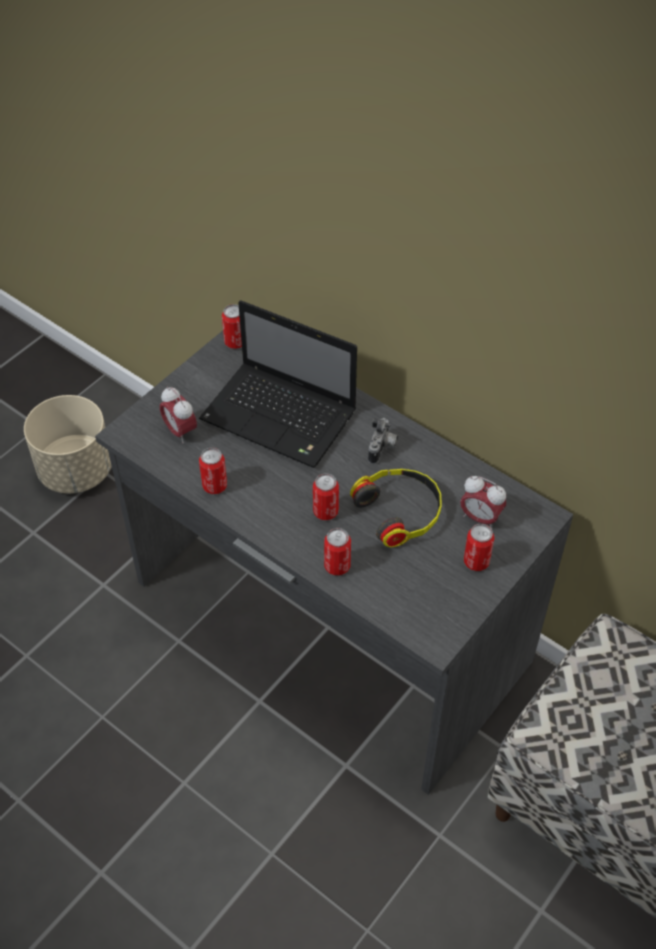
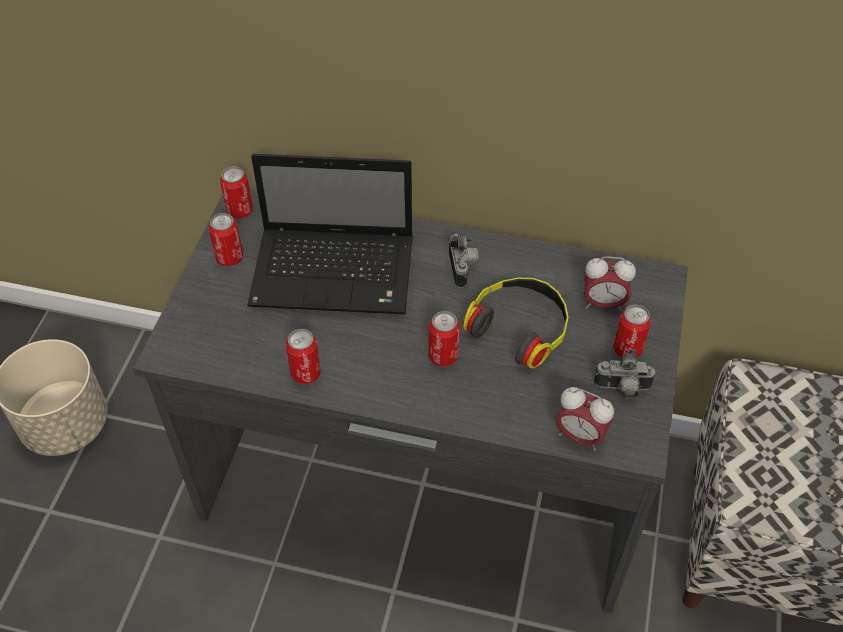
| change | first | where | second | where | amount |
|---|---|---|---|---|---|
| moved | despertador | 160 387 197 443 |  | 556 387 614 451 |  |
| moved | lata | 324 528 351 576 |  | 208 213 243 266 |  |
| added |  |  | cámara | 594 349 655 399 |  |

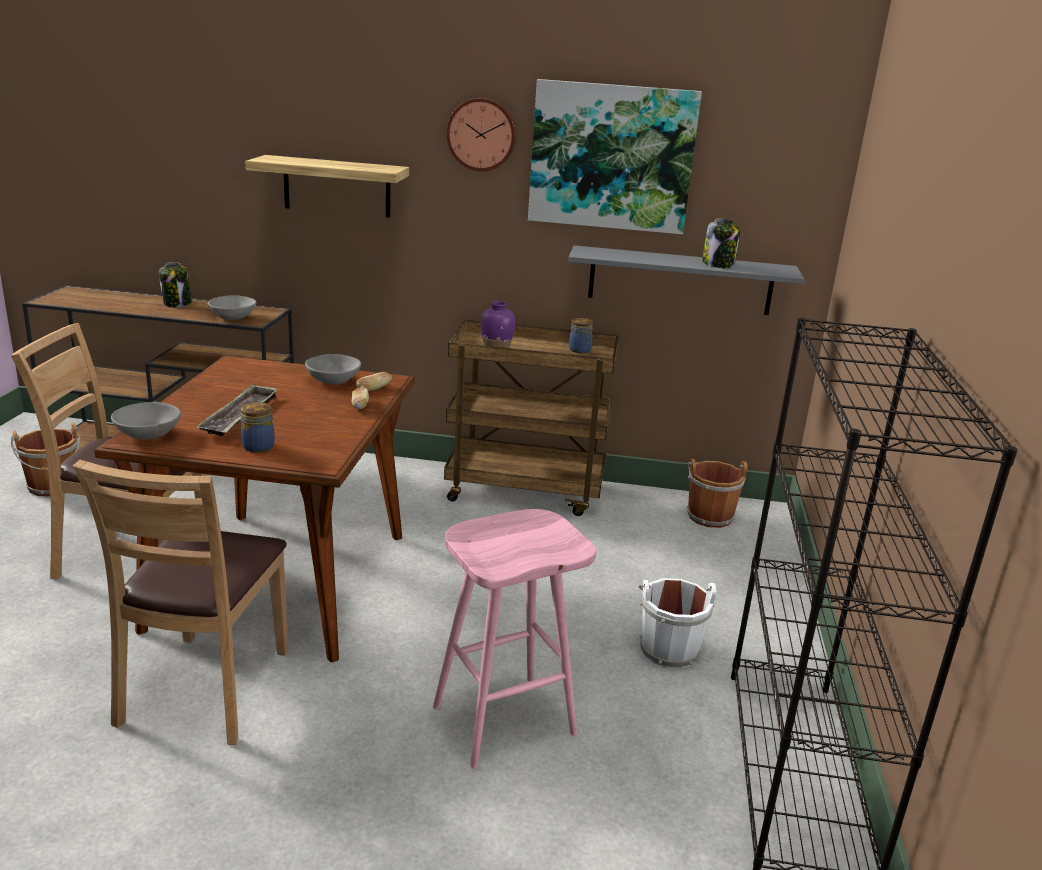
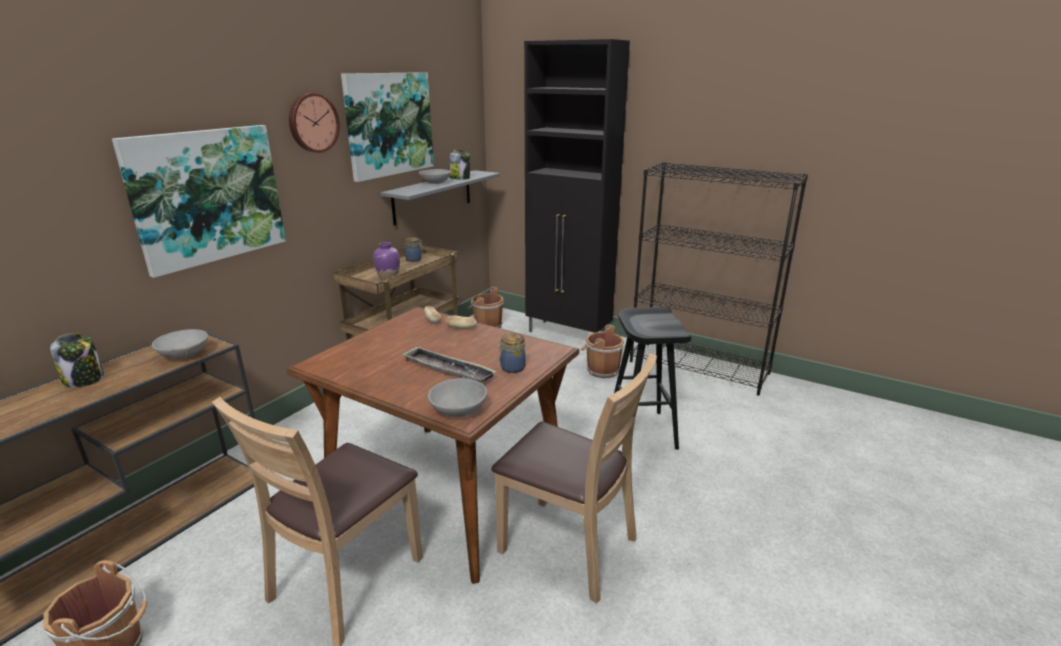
| change | first | where | second | where | amount |
|---|---|---|---|---|---|
| replaced | estante | 245 155 409 218 | cuadro | 112 125 286 278 |  |
| moved | cuenco (gris) | 305 354 361 385 |  | 419 169 451 184 |  |
| recoloured | taburete (rosa) | 433 509 597 769 | taburete (negro) | 614 307 692 450 |  |
| recoloured | cubo (blanco) | 638 578 716 669 | cubo (marrón) | 581 325 624 378 |  |
| added |  |  | armario (negro) | 524 39 630 333 |  |

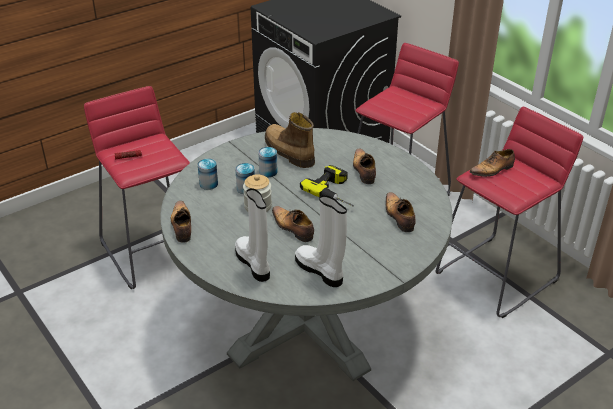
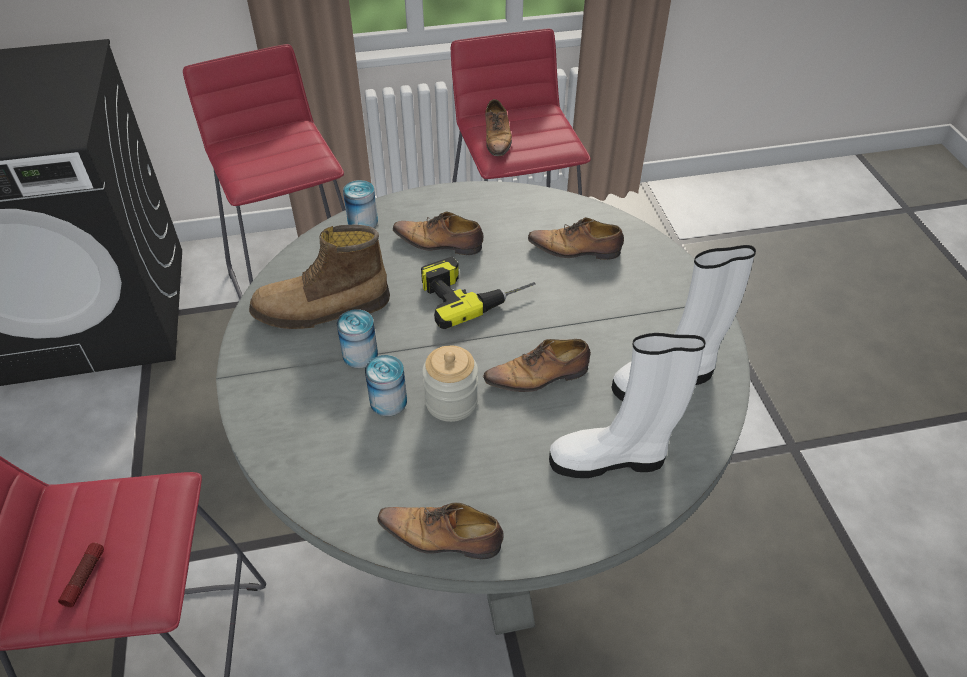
| change | first | where | second | where | amount |
|---|---|---|---|---|---|
| moved | lata | 198 159 218 190 |  | 343 180 378 228 |  |

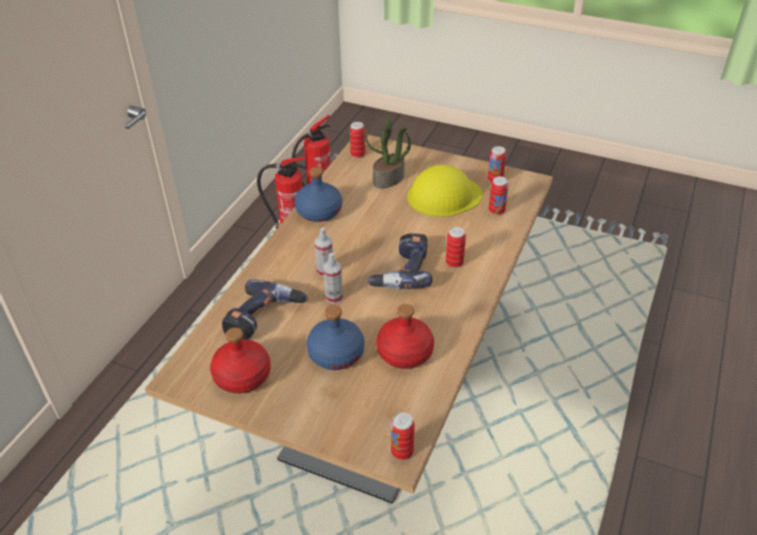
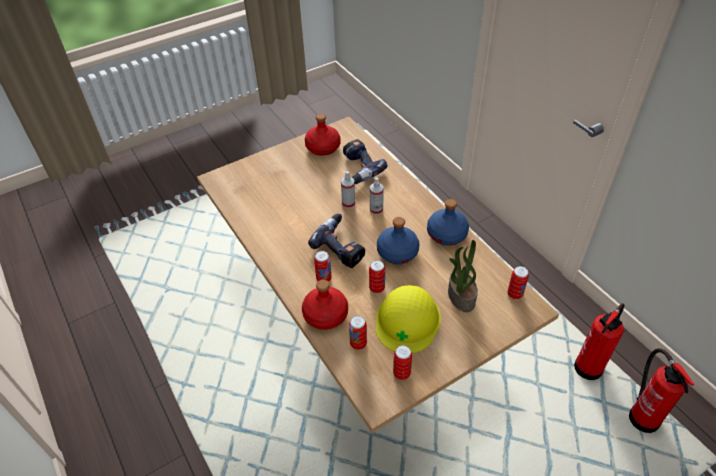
| change | first | where | second | where | amount |
|---|---|---|---|---|---|
| moved | botella (rojo) | 376 304 434 369 |  | 302 280 348 330 |  |
| moved | botella (azul) | 306 306 364 370 |  | 377 217 420 264 |  |
| moved | lata | 391 412 415 460 |  | 369 260 385 293 |  |

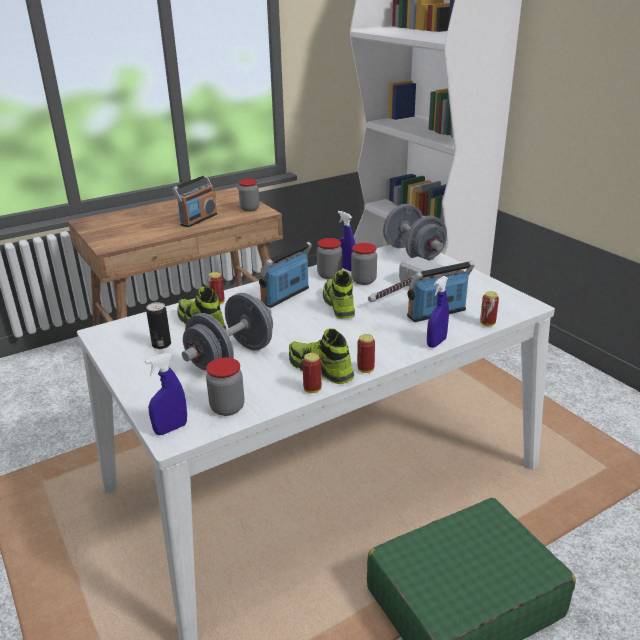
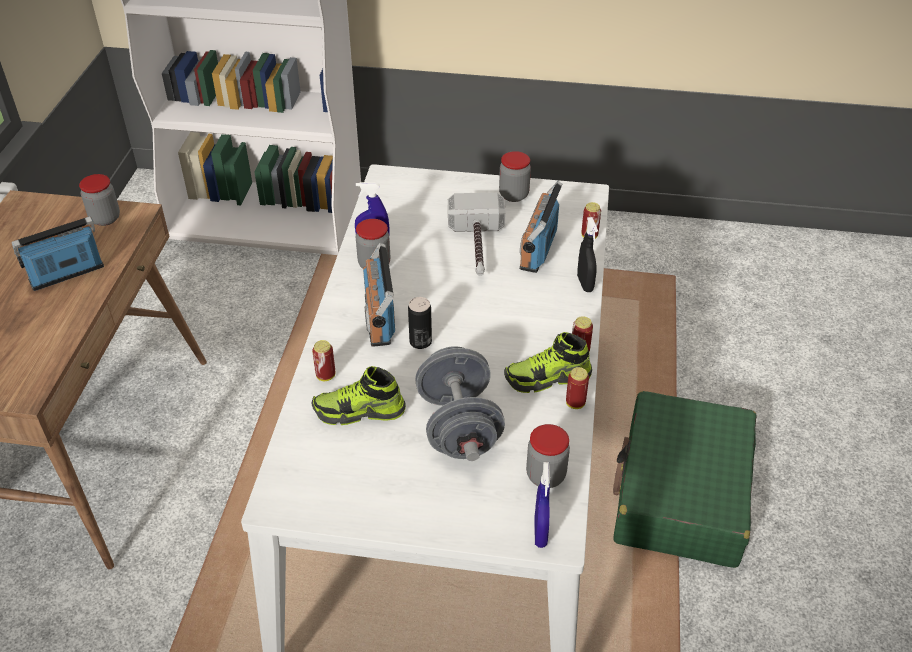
| change | first | where | second | where | amount |
|---|---|---|---|---|---|
| turned | radio | 172 175 217 227 |  | 12 216 104 291 | 105 degrees counterclockwise |
| removed | mancuerna (gris) | 383 204 447 261 |  |  |  |
| moved | tarro | 351 243 377 285 |  | 499 151 531 202 |  |
| removed | zapato | 323 270 355 319 |  |  |  |
| recoloured | pulverizador (azul) | 427 276 449 348 | pulverizador (negro) | 577 217 598 292 |  |
| moved | lata | 146 302 171 349 |  | 408 297 432 349 |  |

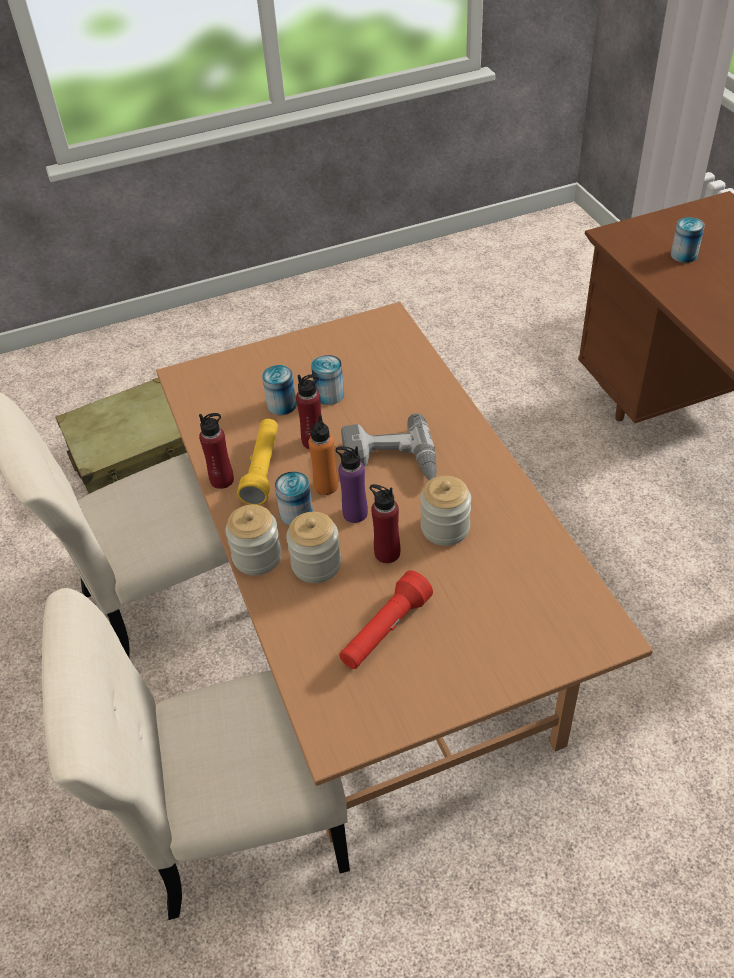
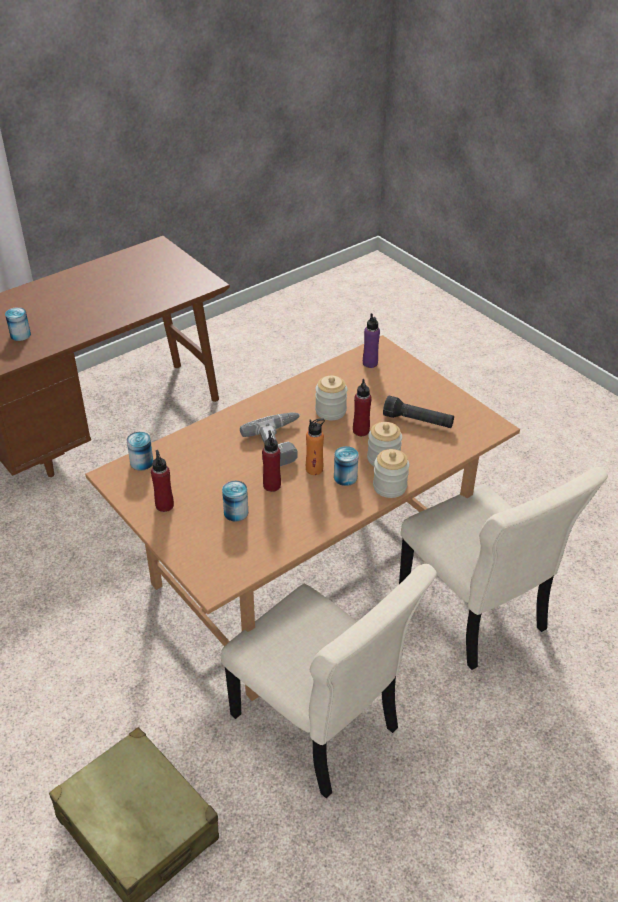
| change | first | where | second | where | amount |
|---|---|---|---|---|---|
| moved | lata | 311 355 344 405 |  | 127 432 153 471 |  |
| moved | botella (rojo) | 199 413 234 489 |  | 151 450 174 512 |  |
| removed | linterna (amarillo) | 237 419 278 505 |  |  |  |
| moved | botella (morado) | 336 446 368 523 |  | 363 313 380 368 |  |
| recoloured | linterna (rojo) | 340 571 433 669 | linterna (negro) | 383 396 454 428 |  |

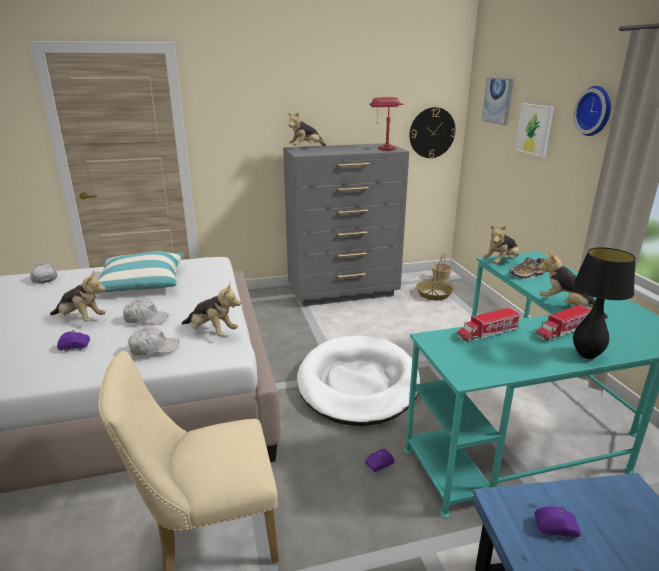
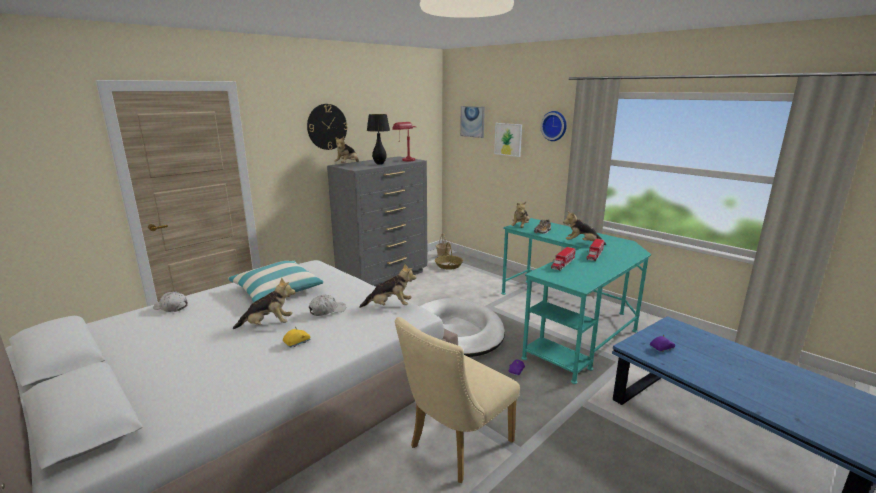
| change | first | where | second | where | amount |
|---|---|---|---|---|---|
| moved | reloj de pared | 409 107 456 158 |  | 307 104 348 150 |  |
| moved | lámpara de mesa (negro) | 573 247 636 359 |  | 367 114 390 165 |  |
| removed | gorra (blanco) | 128 327 179 355 |  |  |  |
| recoloured | coche de juguete (morado) | 57 329 90 352 | coche de juguete (amarillo) | 283 327 310 347 |  |

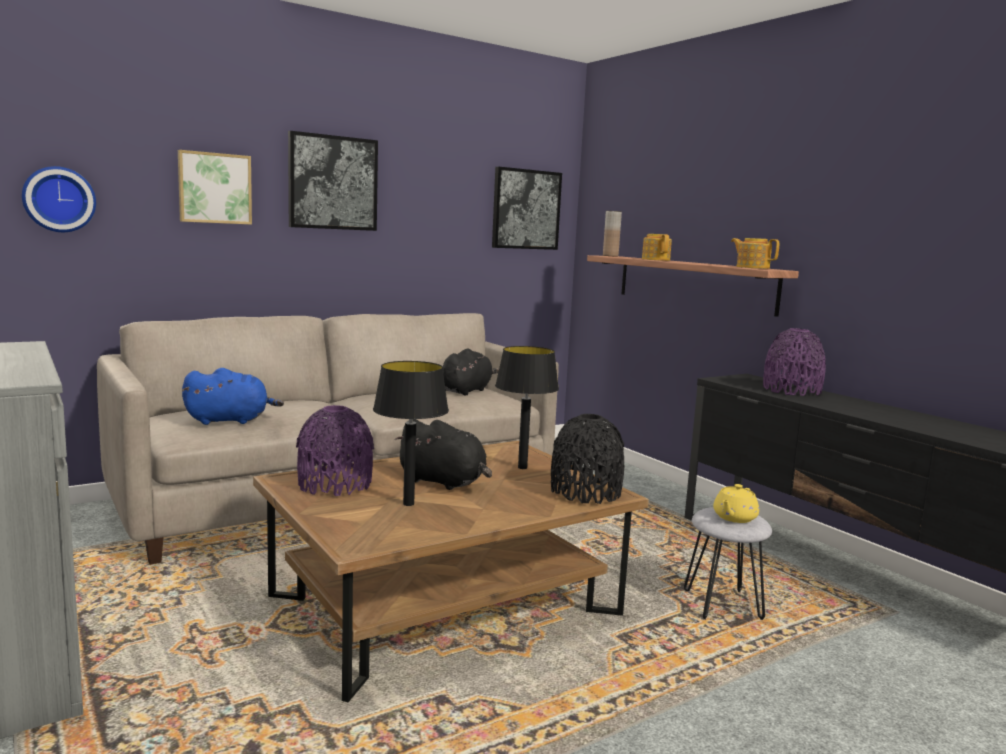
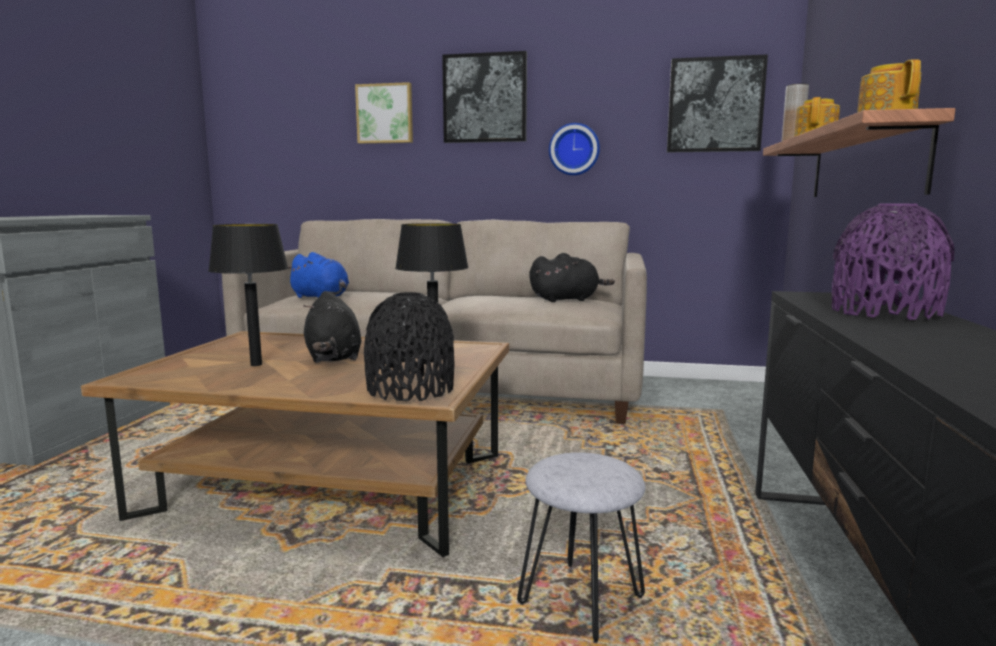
| change | first | where | second | where | amount |
|---|---|---|---|---|---|
| moved | reloj de pared | 22 166 96 232 |  | 549 123 600 175 |  |
| removed | florero (morado) | 296 405 374 496 |  |  |  |
| removed | tetera (amarillo) | 713 484 759 523 |  |  |  |

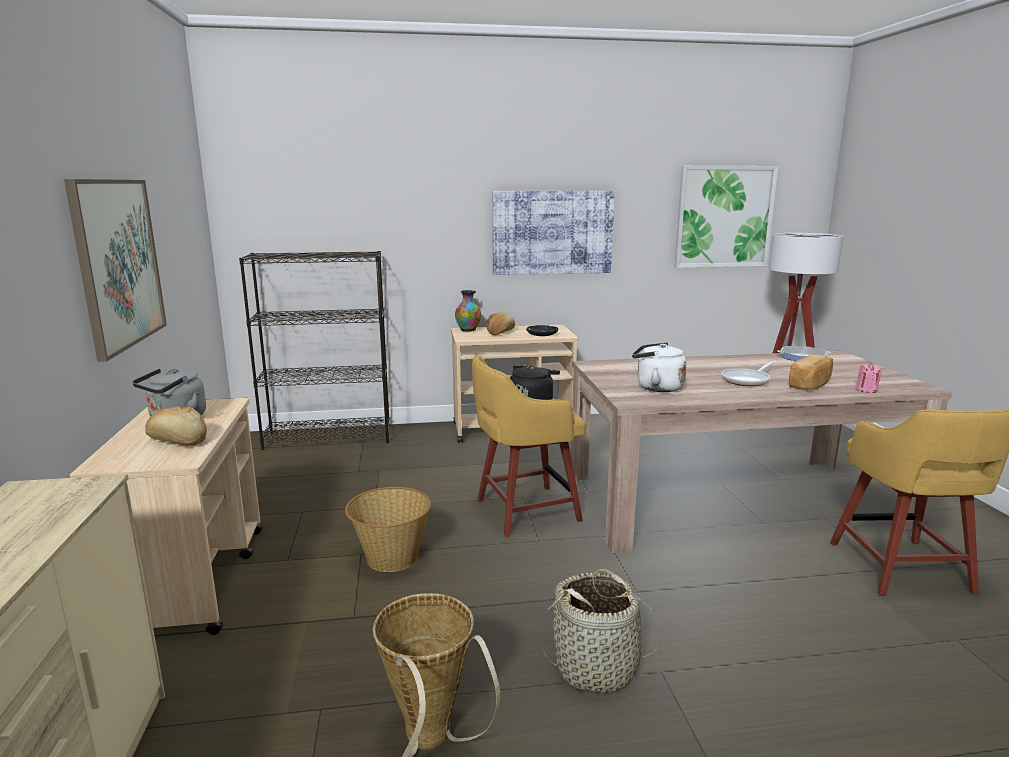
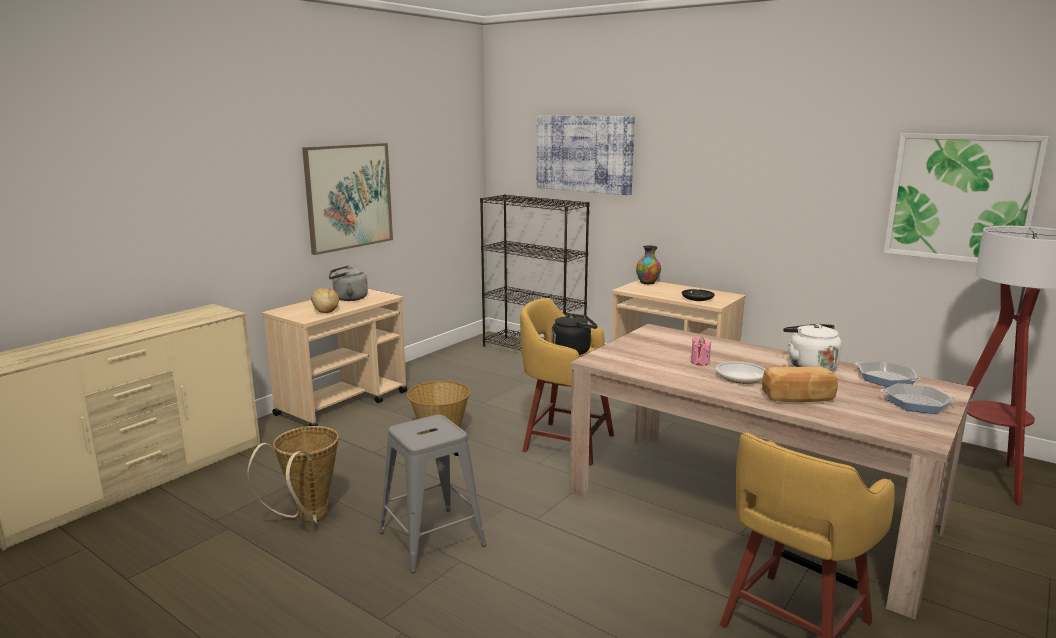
| change | first | where | second | where | amount |
|---|---|---|---|---|---|
| moved | cuadro | 492 191 615 275 |  | 536 115 635 195 |  |
| removed | pan | 486 312 515 335 |  |  |  |
| moved | hervidor (blanco) | 632 342 686 392 |  | 783 324 841 371 |  |
| moved | vela (rosa) | 855 363 882 393 |  | 691 336 711 366 |  |
| replaced | cesta | 543 569 663 694 | taburete (gris) | 380 415 486 573 |  |
| added |  |  | sartén | 880 383 957 414 |  |

